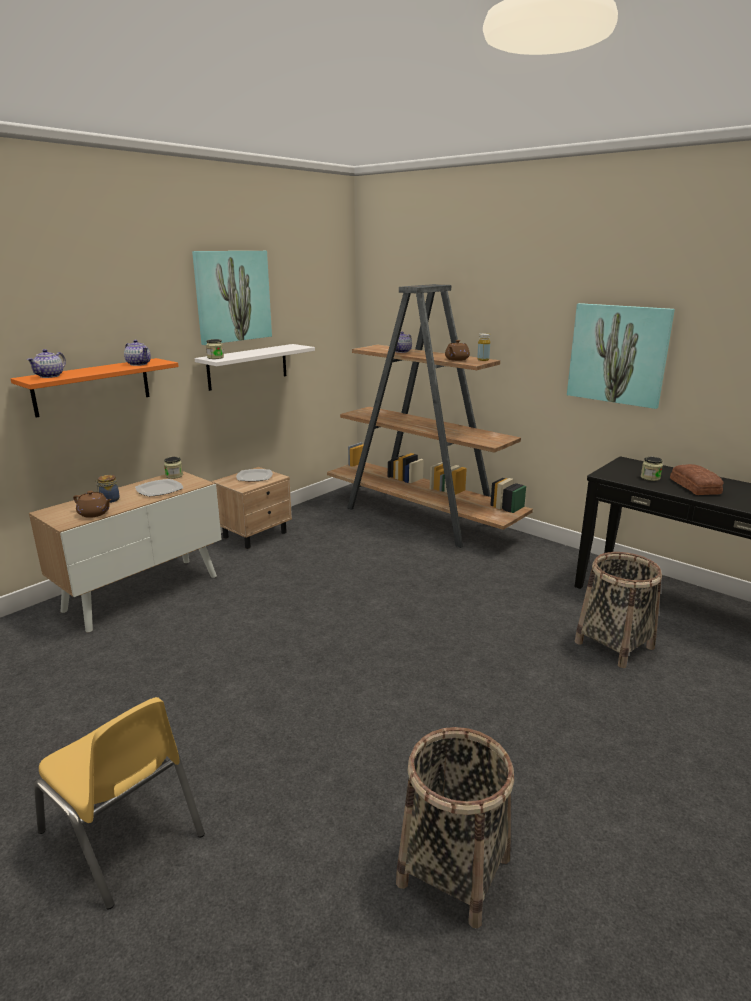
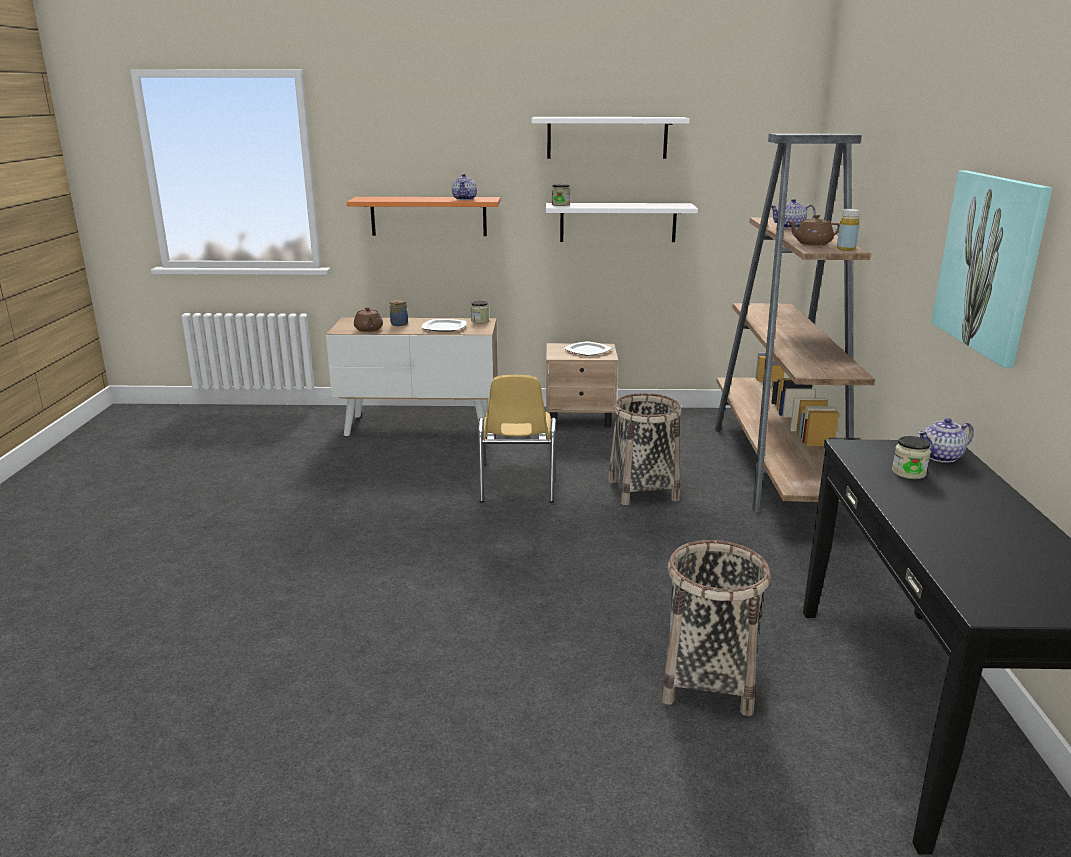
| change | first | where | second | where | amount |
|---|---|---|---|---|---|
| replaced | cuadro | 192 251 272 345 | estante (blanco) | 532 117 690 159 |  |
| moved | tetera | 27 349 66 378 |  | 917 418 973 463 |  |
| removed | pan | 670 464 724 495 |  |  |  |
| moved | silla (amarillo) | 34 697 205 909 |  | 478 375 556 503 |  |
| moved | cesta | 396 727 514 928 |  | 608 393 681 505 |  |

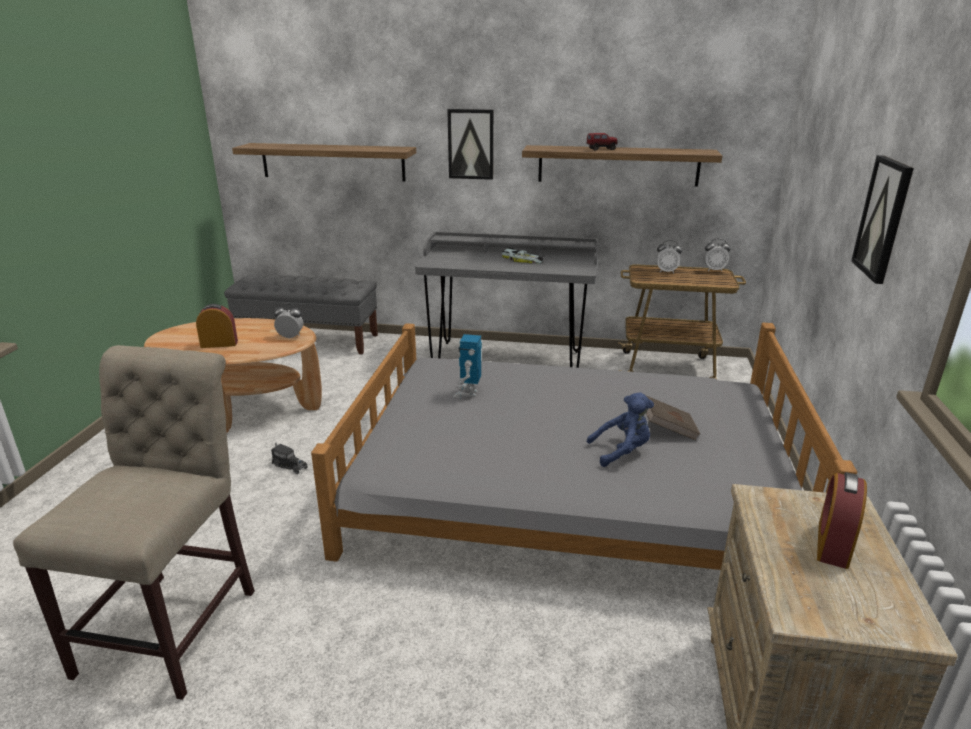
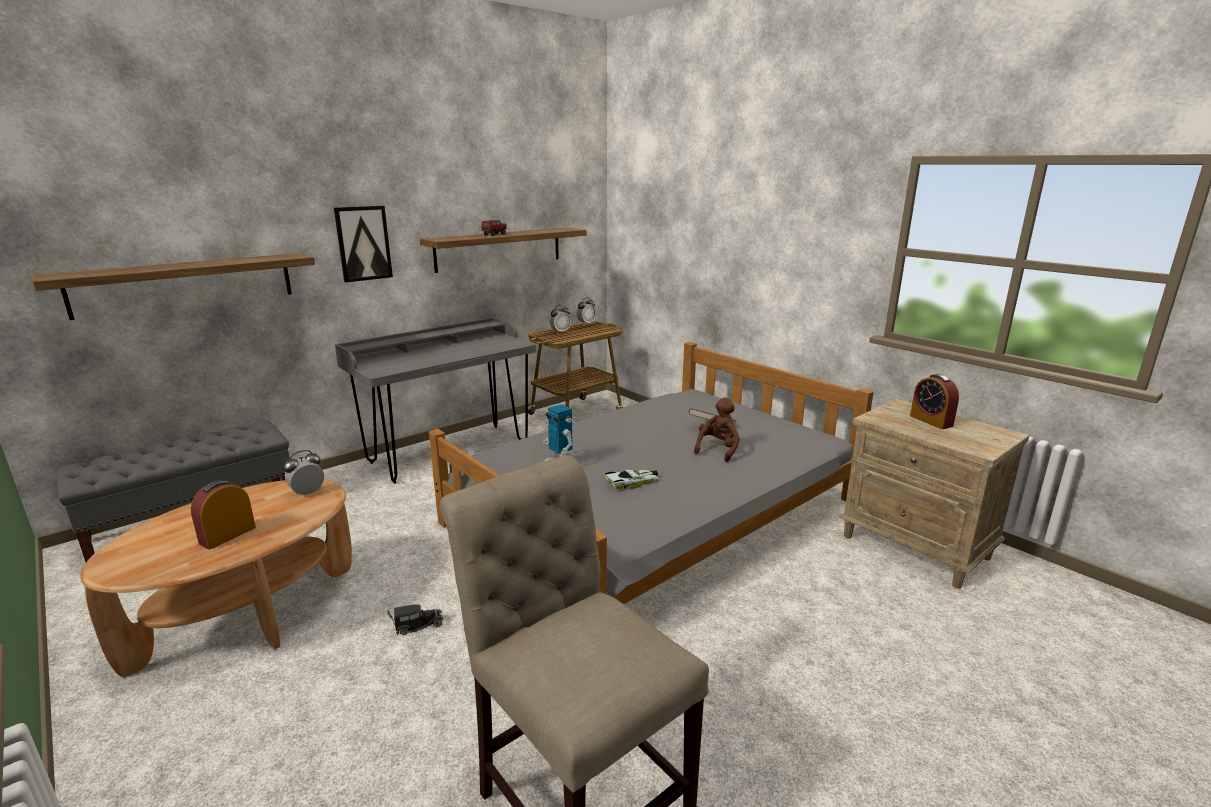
| change | first | where | second | where | amount |
|---|---|---|---|---|---|
| removed | cuadro | 851 155 914 284 |  |  |  |
| moved | coche de juguete | 502 248 543 264 |  | 605 470 659 489 |  |
| recoloured | peluche (azul) | 587 393 654 467 | peluche (marrón) | 694 397 740 462 |  |

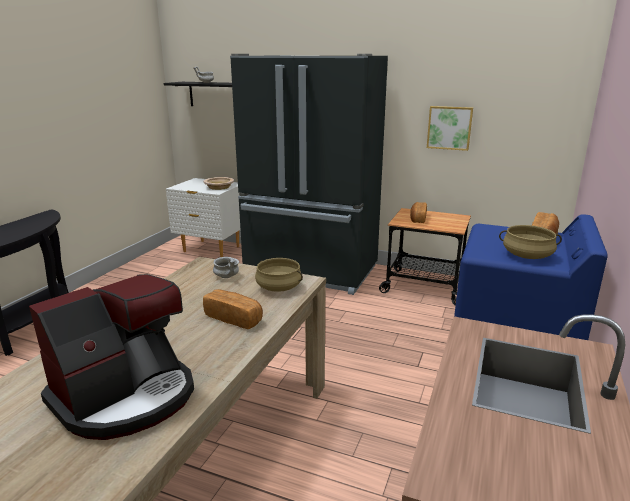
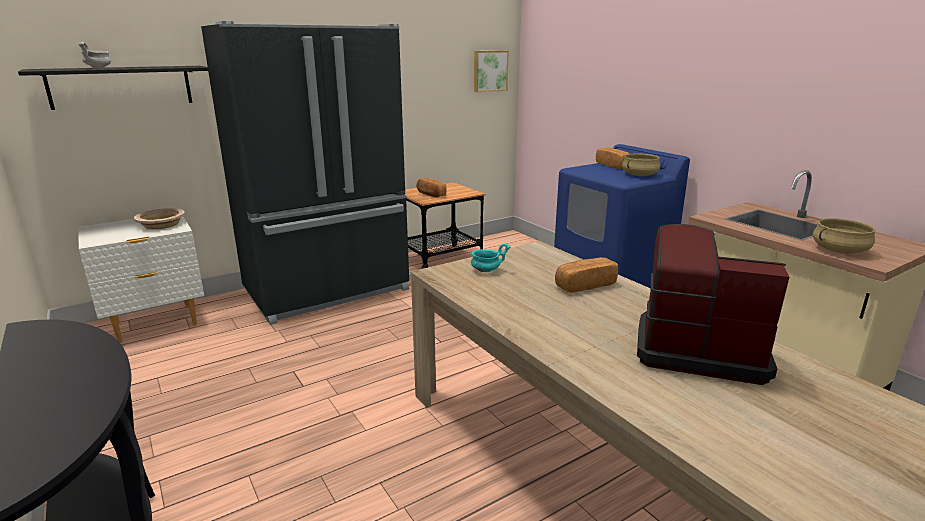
| change | first | where | second | where | amount |
|---|---|---|---|---|---|
| moved | cuadro | 427 106 473 151 |  | 474 51 509 92 |  |
| recoloured | cuenco (gris) | 213 257 239 278 | cuenco (turquesa) | 471 244 510 272 |  |
| moved | olla (beis) | 255 258 303 292 |  | 813 218 875 254 |  |
| turned | cafetera | 29 274 194 440 |  | 637 224 789 385 | 60 degrees counterclockwise |

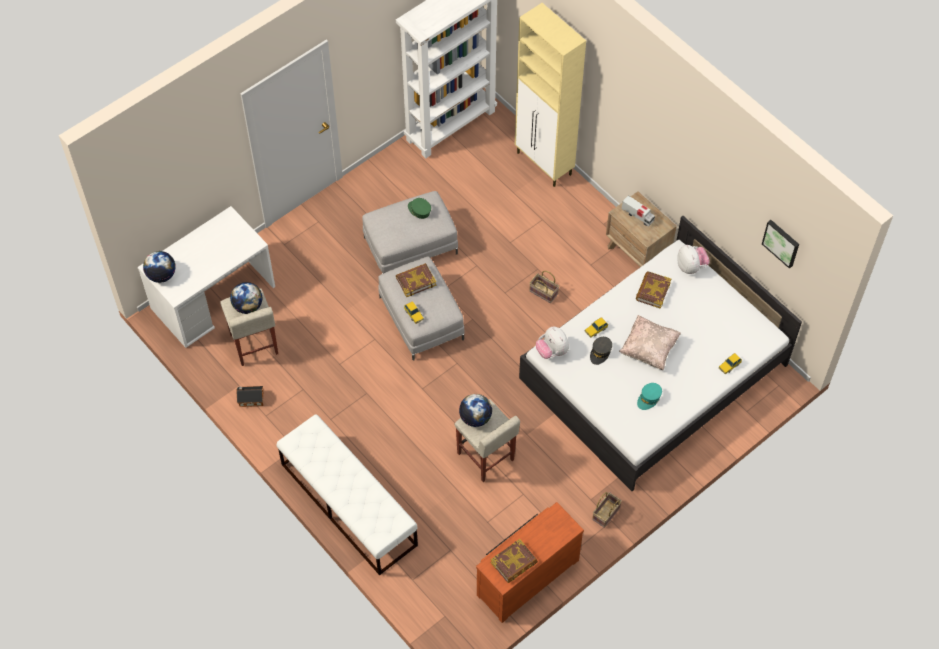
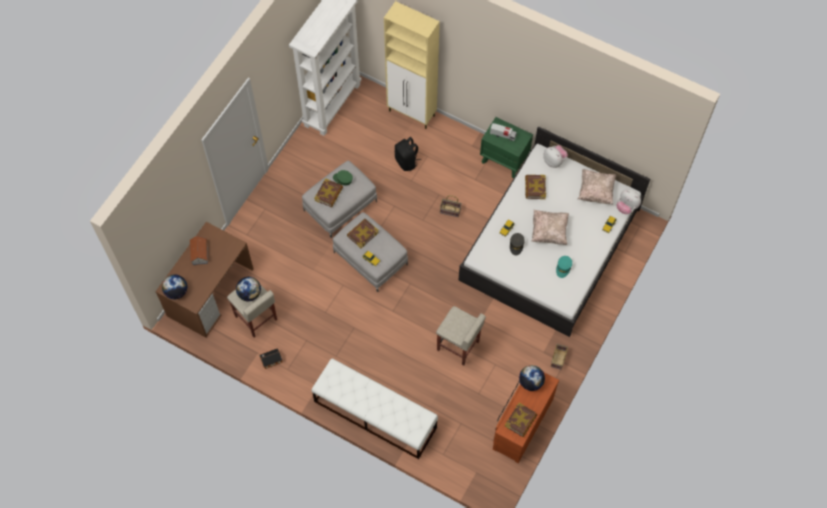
| change | first | where | second | where | amount |
|---|---|---|---|---|---|
| recoloured | mesita de noche (marrón) | 606 191 677 267 | mesita de noche (verde) | 480 117 533 178 |  |
| recoloured | escritorio (blanco) | 138 206 275 348 | escritorio (marrón) | 155 222 254 337 |  |
| removed | cuadro | 762 220 799 269 |  |  |  |
| moved | peluche | 536 327 569 359 |  | 616 189 641 214 |  |
| moved | globo terráqueo | 459 394 492 427 |  | 519 365 545 391 |  |
| added |  |  | mochila (negro) | 395 137 421 171 |  |
| added |  |  | cojín (beis) | 578 169 616 205 |  |
| added |  |  | libro | 314 178 343 207 |  |
| added |  |  | casita | 190 236 208 265 |  |

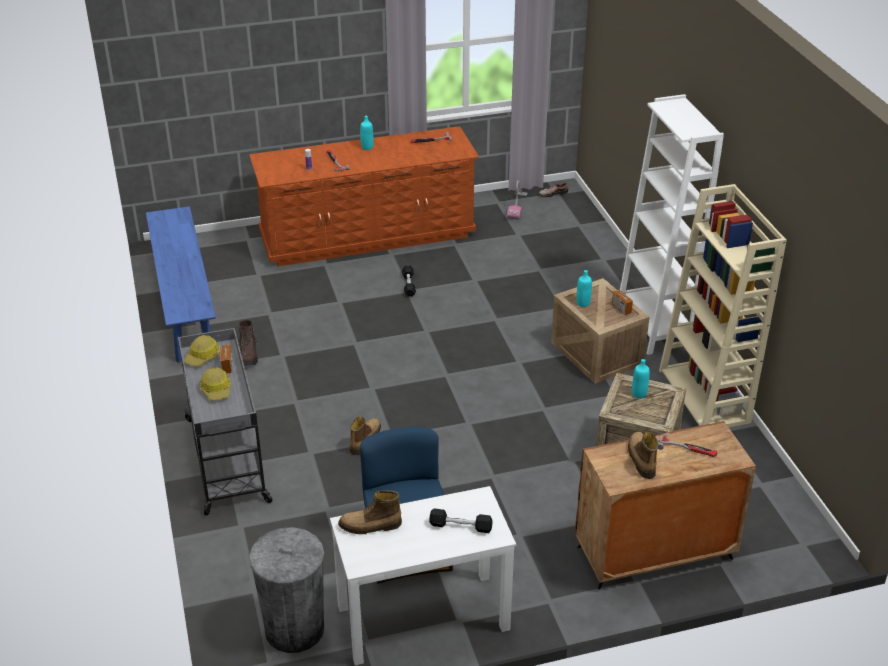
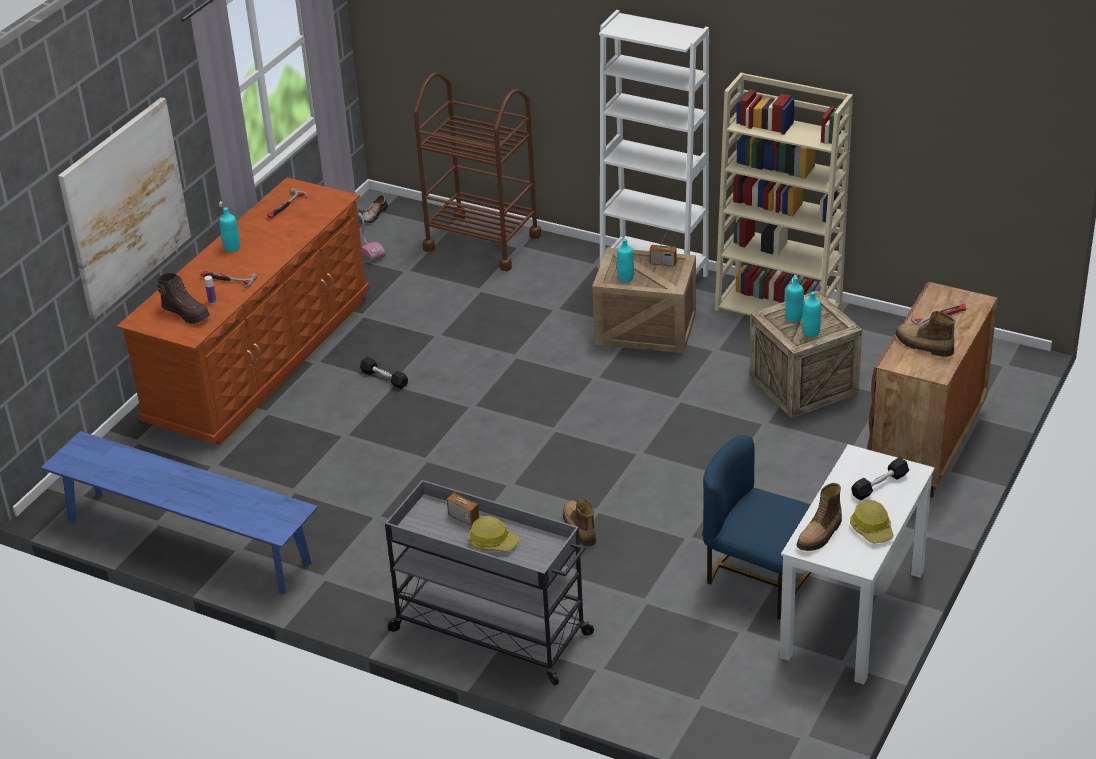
| change | first | where | second | where | amount |
|---|---|---|---|---|---|
| moved | bota (marrón) | 239 320 258 366 |  | 157 273 210 324 |  |
| moved | casco | 184 335 220 366 |  | 850 500 894 543 |  |
| removed | papelera (gris) | 249 527 324 653 |  |  |  |
| added |  |  | carrito (marrón) | 414 73 541 271 |  |
| added |  |  | cuadro | 58 97 191 320 |  |
| added |  |  | botella (turquesa) | 802 291 821 337 |  |

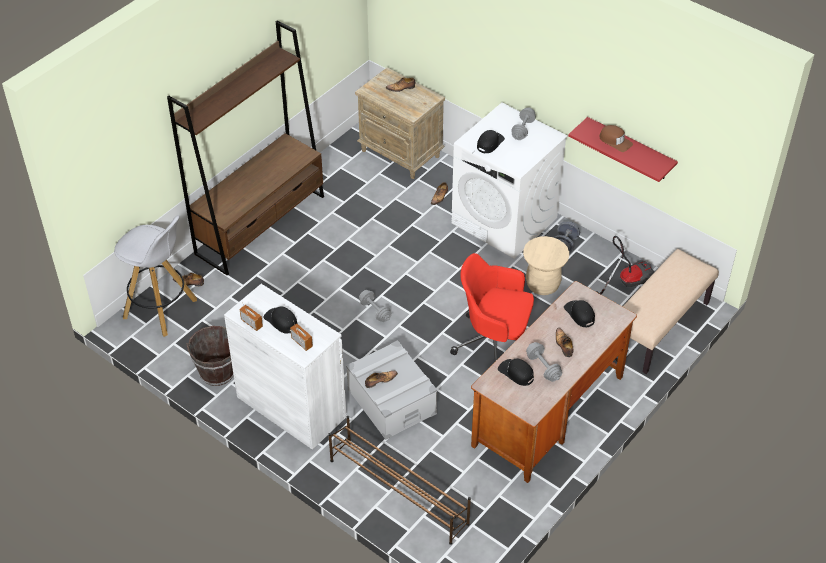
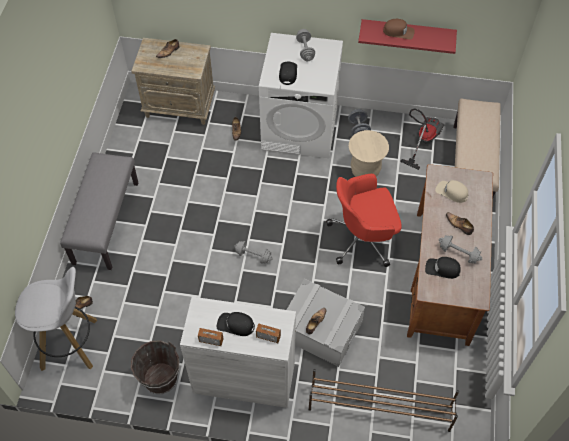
| change | first | where | second | where | amount |
|---|---|---|---|---|---|
| replaced | estantería (marrón) | 167 21 324 276 | banco (gris) | 60 152 138 270 |  |
| recoloured | gorra (negro) | 564 300 595 327 | gorra (beis) | 435 180 468 203 |  |

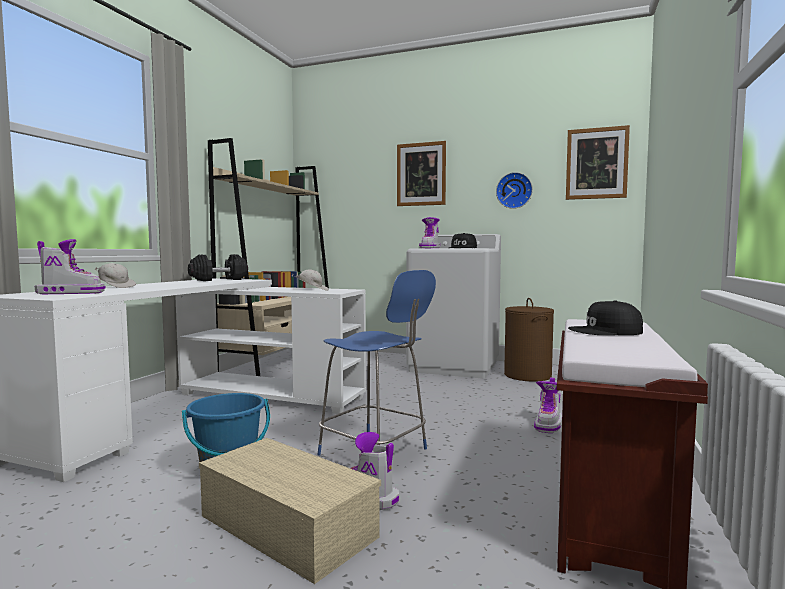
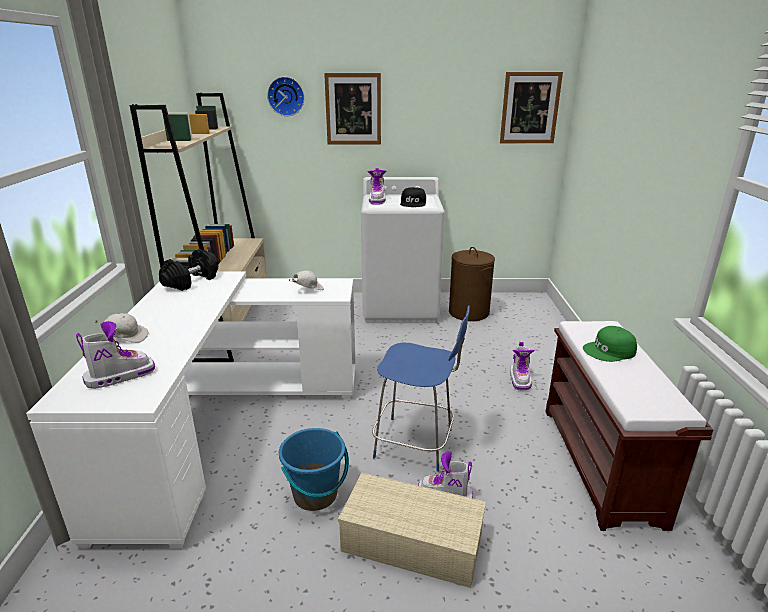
| change | first | where | second | where | amount |
|---|---|---|---|---|---|
| moved | reloj de pared | 496 172 533 209 |  | 267 77 304 116 |  |
| recoloured | gorra (negro) | 568 300 643 335 | gorra (verde) | 583 326 637 362 |  |

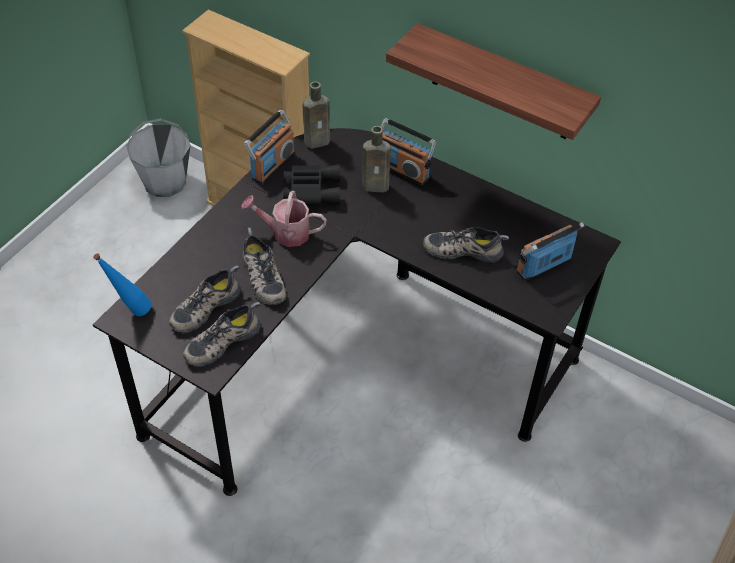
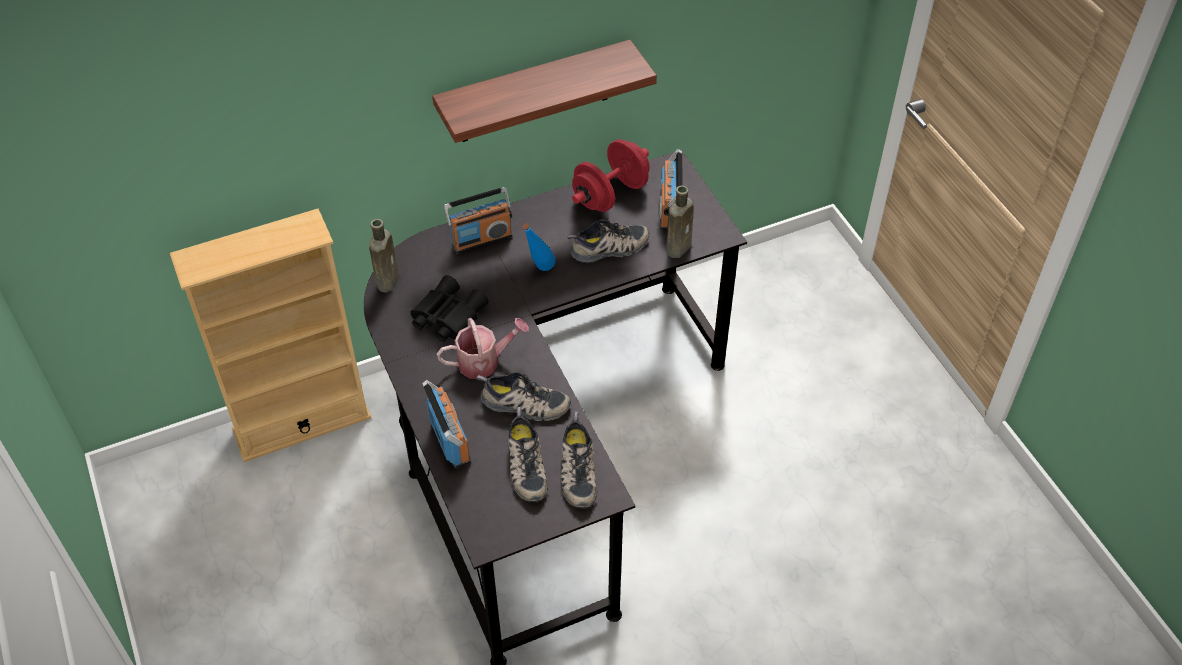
| change | first | where | second | where | amount |
|---|---|---|---|---|---|
| moved | radio | 244 110 295 184 |  | 422 380 471 468 |  |
| removed | cubo (gris) | 126 118 191 197 |  |  |  |
| moved | botella (marrón) | 362 126 391 193 |  | 667 186 694 258 |  |
| turned | regadera | 242 191 327 247 |  | 437 318 529 379 | 150 degrees counterclockwise |
| turned | zapato | 423 227 509 263 |  | 567 220 649 263 | 150 degrees counterclockwise |
| moved | botella (azul) | 93 254 152 316 |  | 523 223 556 271 |  |
| added |  |  | mancuerna (rojo) | 572 139 650 212 |  |

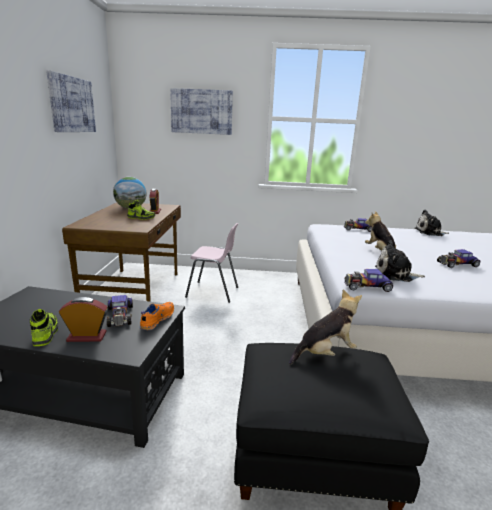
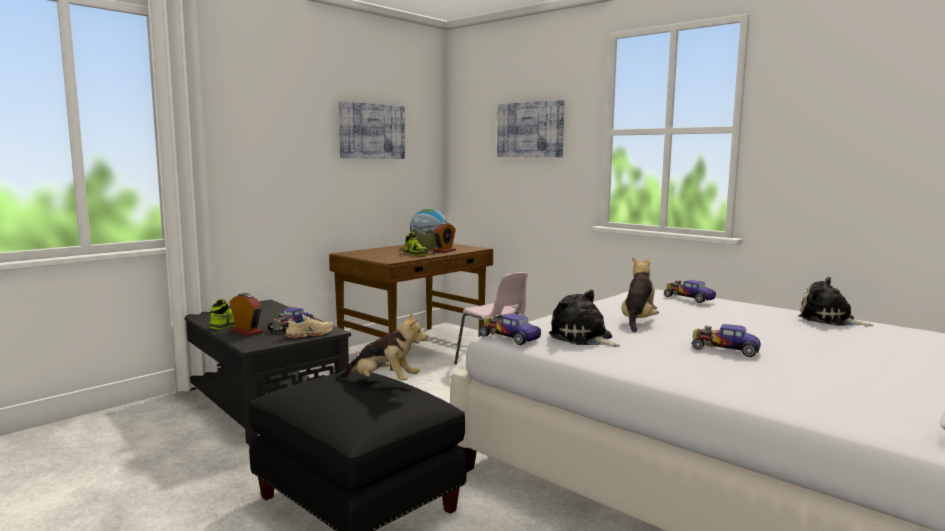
| change | first | where | second | where | amount |
|---|---|---|---|---|---|
| recoloured | zapato (naranja) | 140 302 174 330 | zapato (beis) | 285 314 334 338 |  |

